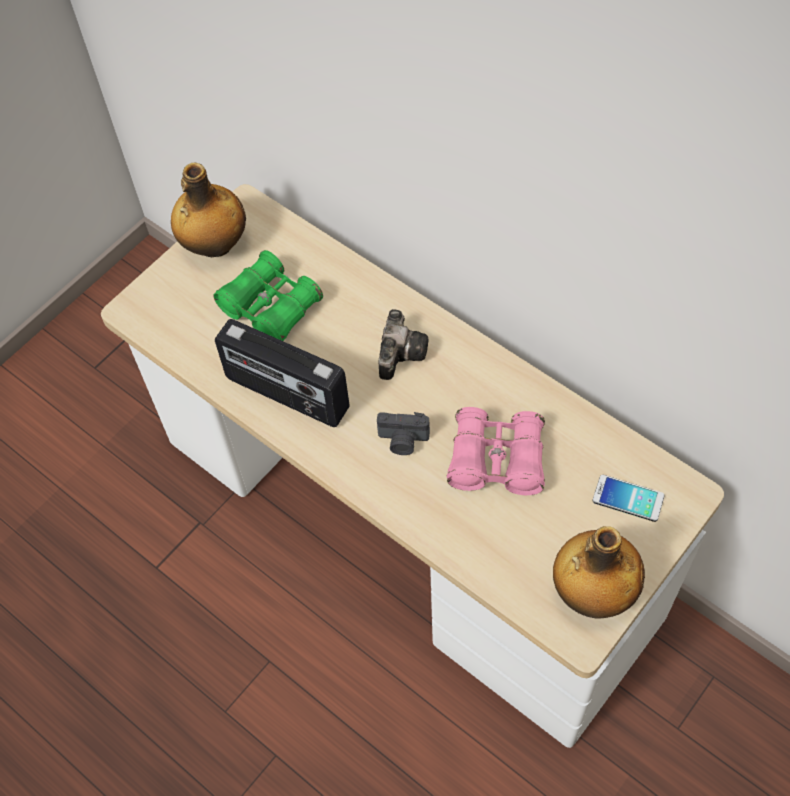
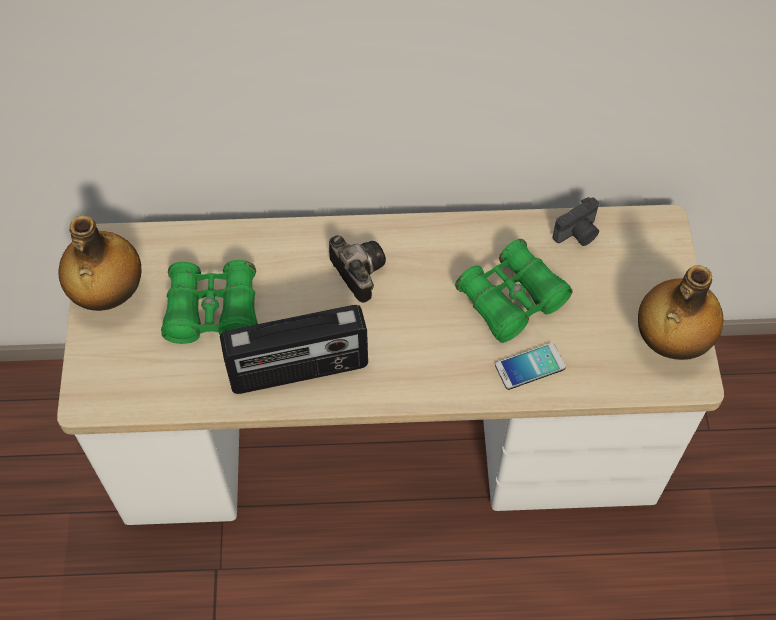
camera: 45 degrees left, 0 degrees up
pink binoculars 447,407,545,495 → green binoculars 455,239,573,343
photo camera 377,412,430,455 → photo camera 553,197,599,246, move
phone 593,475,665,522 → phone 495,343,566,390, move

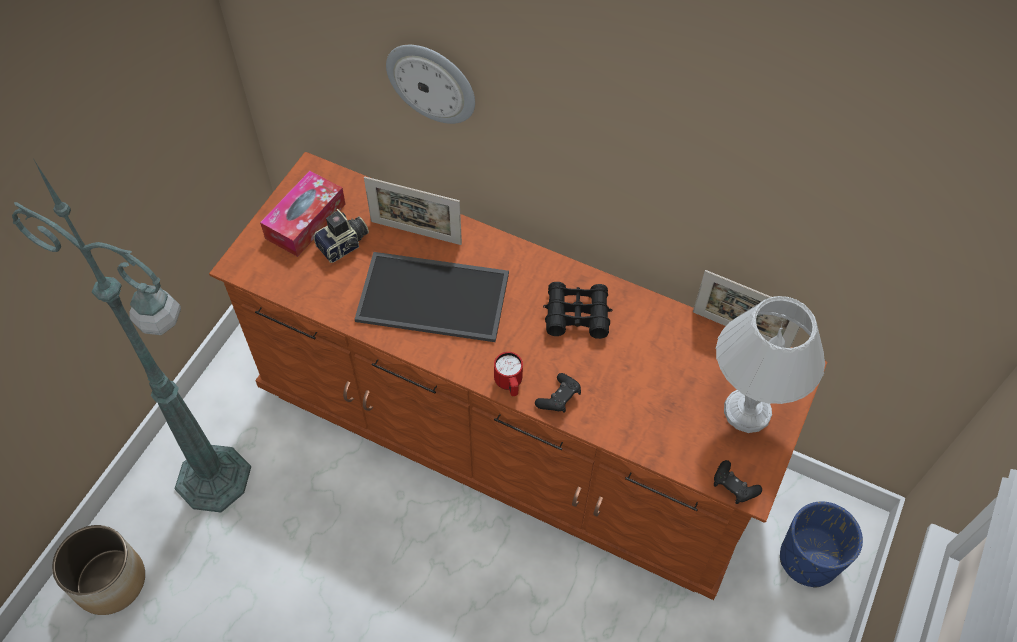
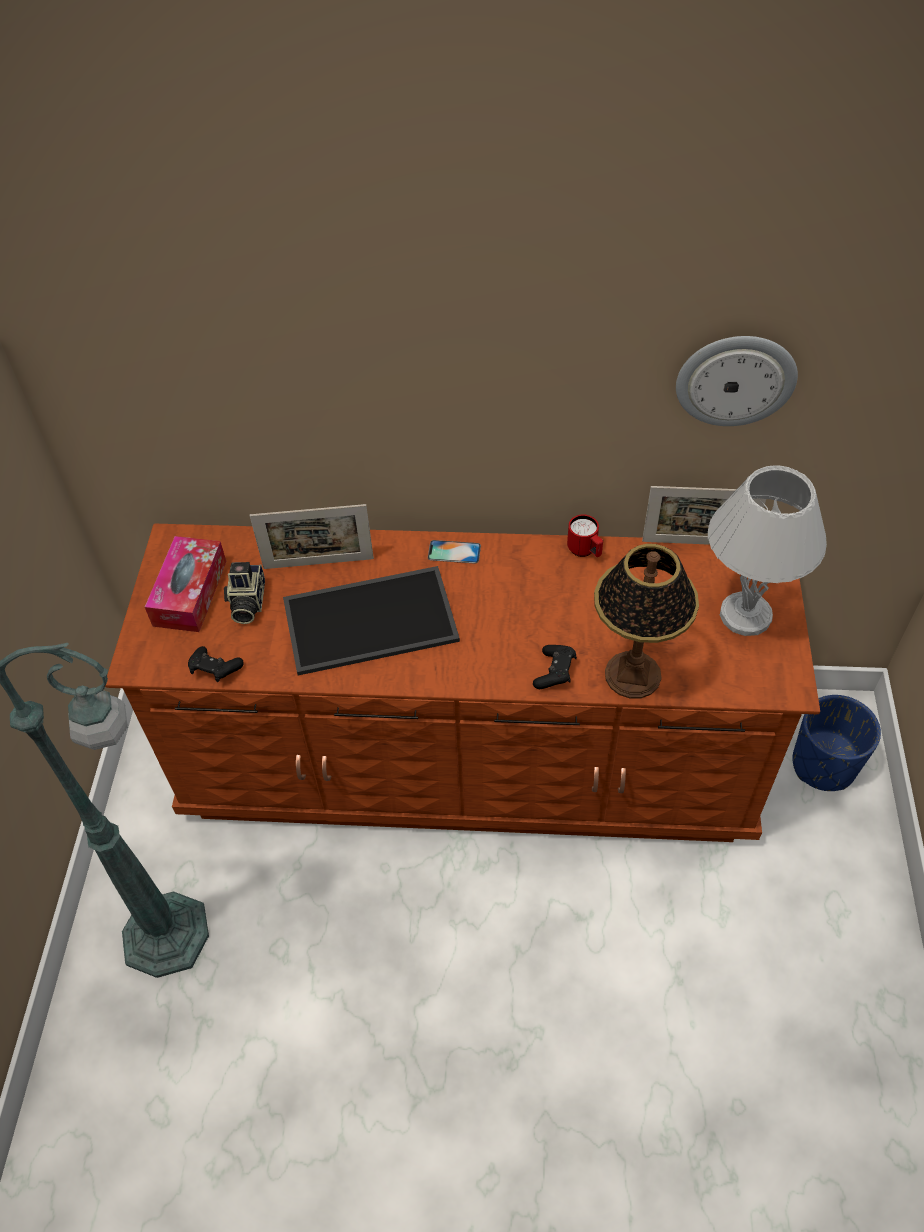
camera: 20 degrees left, 5 degrees down
wall clock 386,45,475,124 → wall clock 676,336,798,426, move
photo camera 314,209,369,263 → photo camera 224,562,265,624, 150 degrees clockwise
black binoculars 543,282,613,339 → -
red mug 494,352,523,396 → red mug 567,515,603,557, move
black game controller 714,460,762,504 → black game controller 188,646,244,682, move
planter 52,525,145,615 → -
- → phone 428,540,481,564
- → table lamp 594,544,699,699

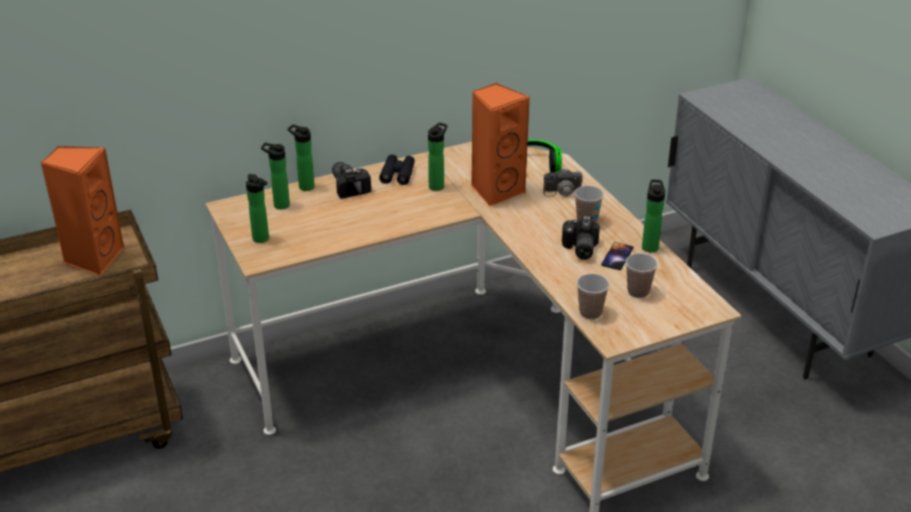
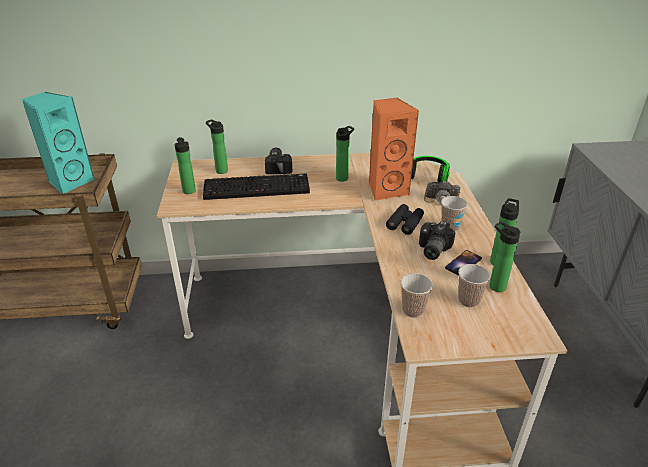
camera: 20 degrees right, 0 degrees up
bottle 288,124,315,191 → bottle 489,221,521,292, move
orange speaker 41,146,124,275 → turquoise speaker 22,91,95,193
black binoculars 379,155,415,185 → black binoculars 386,204,424,235, move
- → keyboard 203,174,310,200

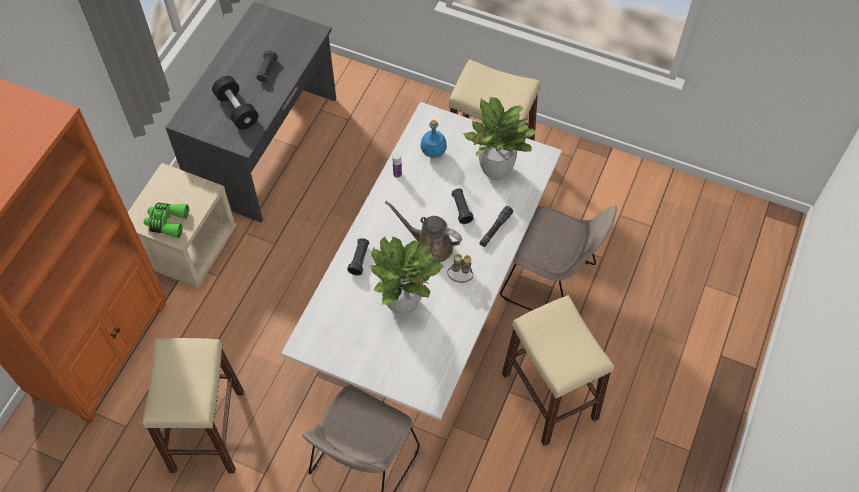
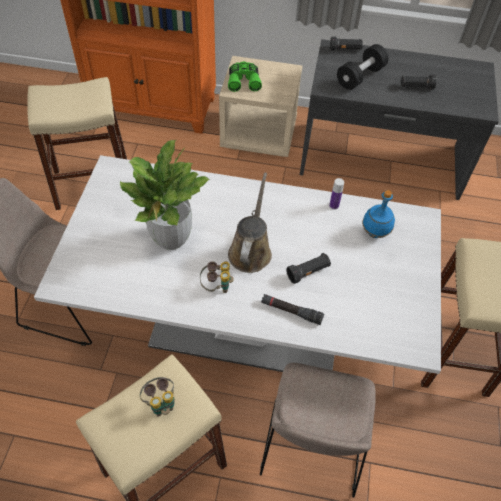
camera: 75 degrees right, 5 degrees down
potted plant 463,97,537,180 → -
black flashlight 347,238,369,276 → black flashlight 330,37,363,51, move
- → binoculars 140,377,175,417

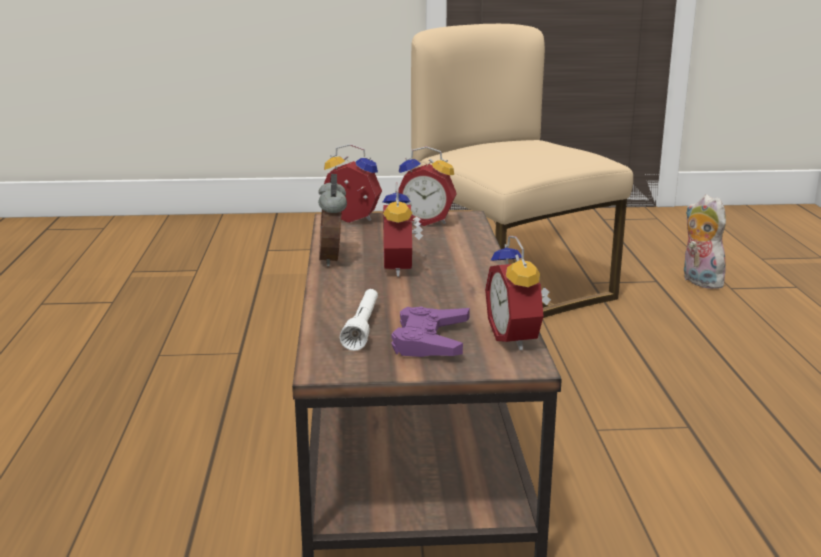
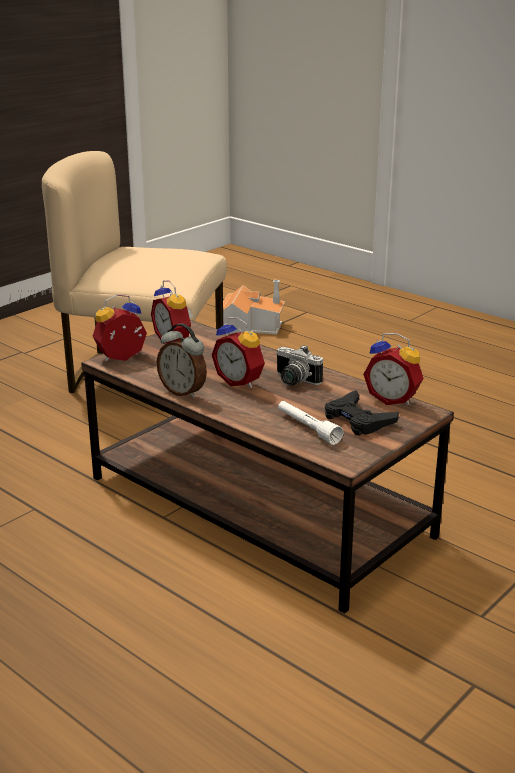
camera: 45 degrees left, 5 degrees up
alarm clock 398,146,457,226 → alarm clock 151,280,193,344, 90 degrees clockwise
plush toy 683,195,726,289 → toy house 223,280,285,334
purple game controller 391,307,470,357 → black game controller 325,390,399,436
- → photo camera 276,345,323,385

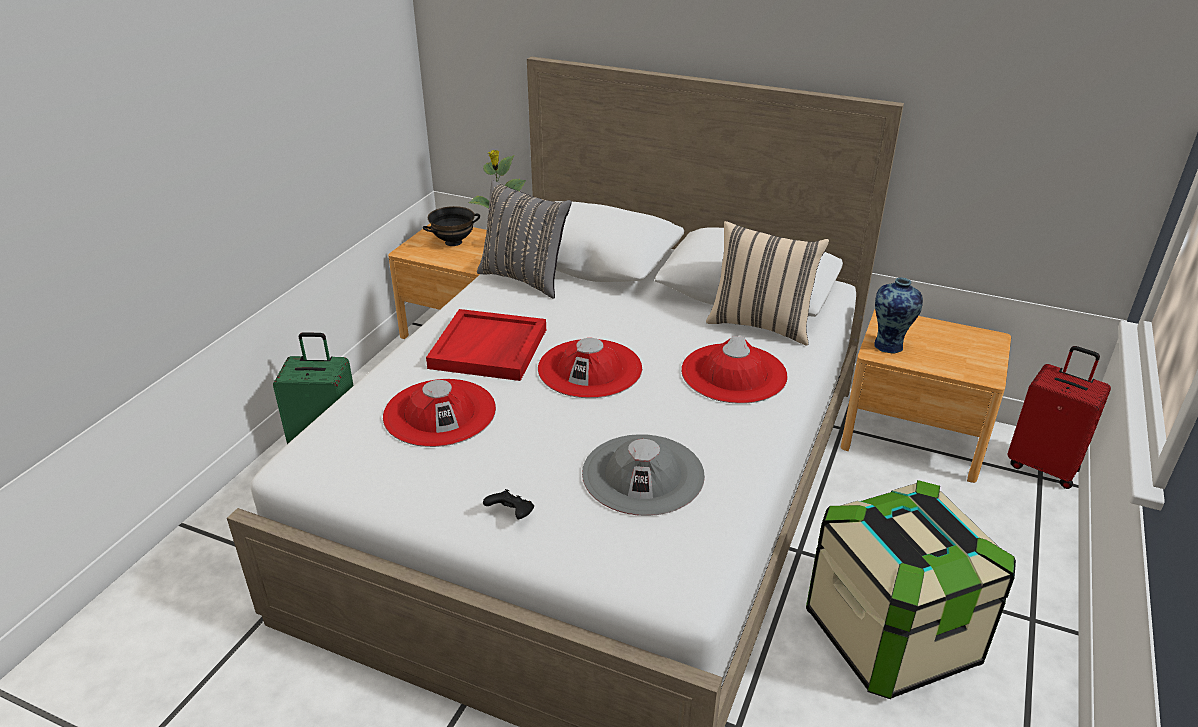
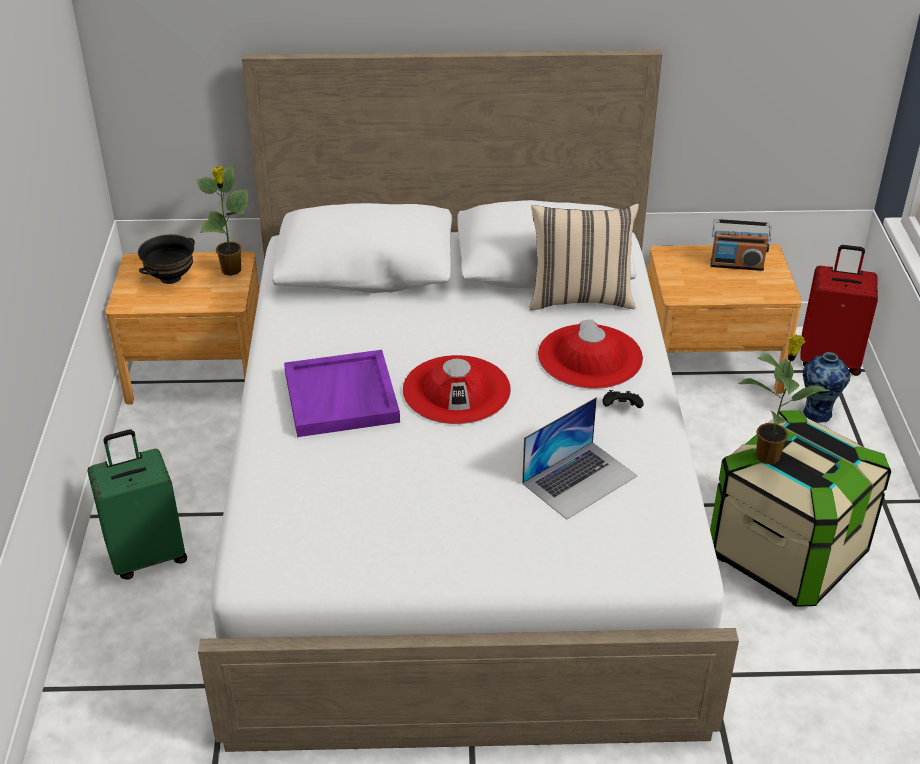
camera: 25 degrees left, 5 degrees up
grey pillow 477,180,572,299 → -
vase 875,277,923,354 → vase 803,352,851,423, move
red tray 426,309,546,381 → purple tray 284,350,400,437
red hat 383,379,496,447 → -
grey hat 582,434,705,516 → laptop 522,397,638,519
black game controller 483,489,534,520 → black game controller 602,390,644,408, move
- → radio 710,219,772,271
- → potted plant 738,334,831,464

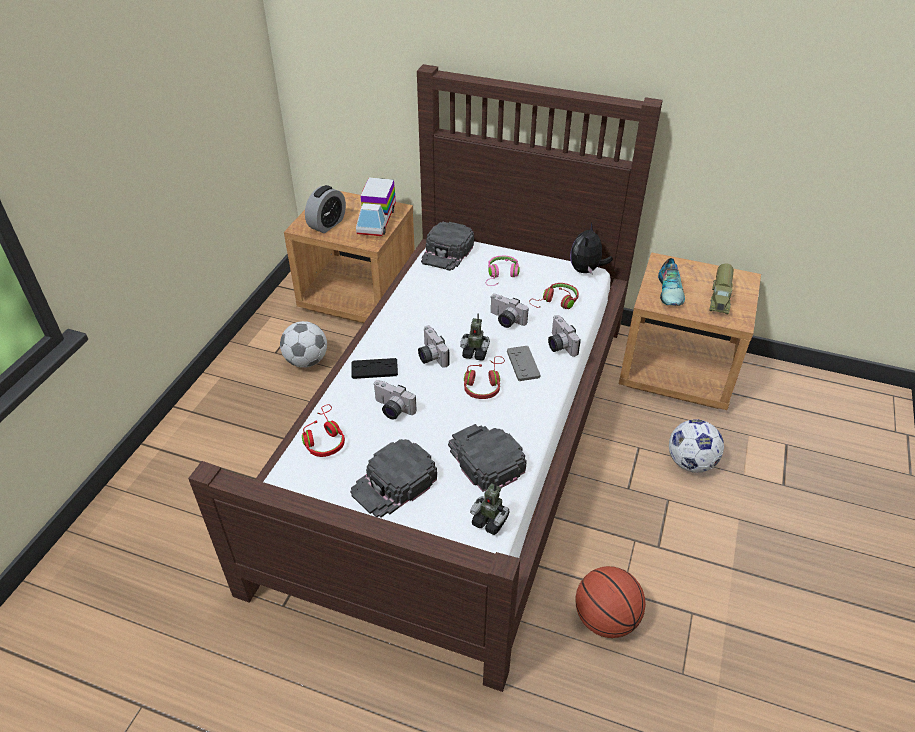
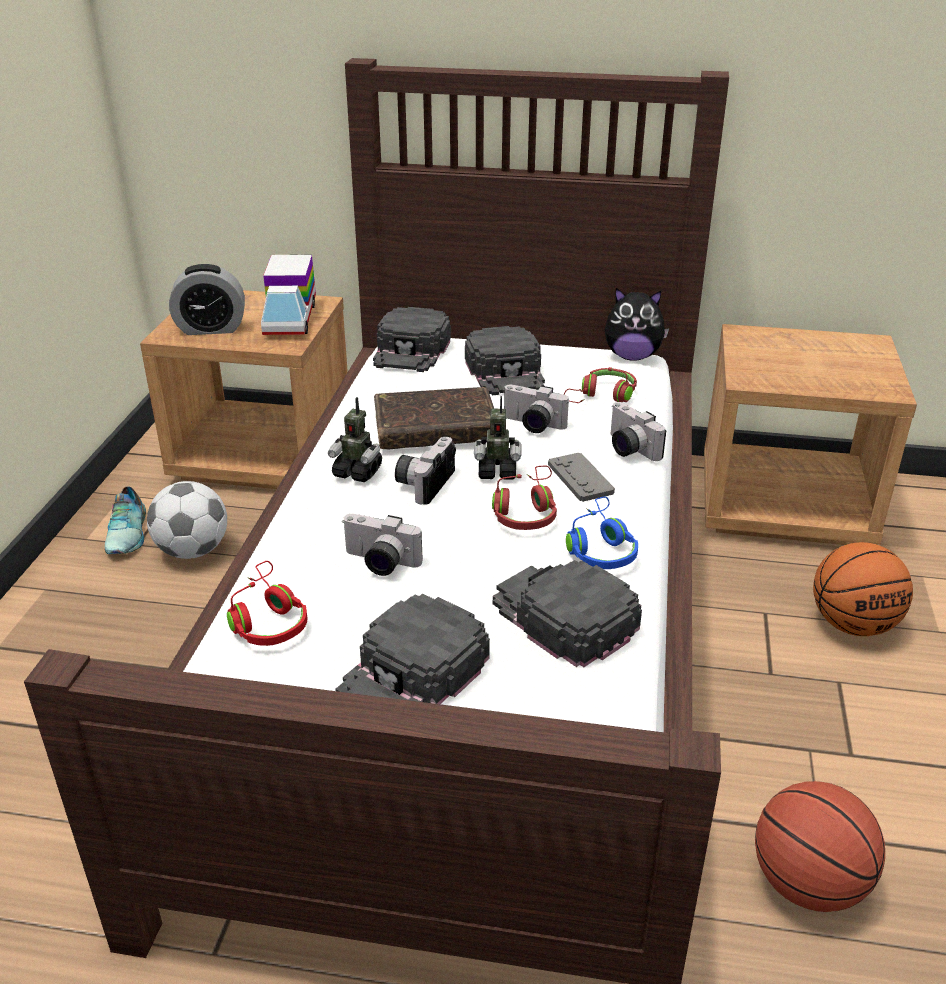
camera: 10 degrees left, 10 degrees down
alarm clock 305,185,346,233 → alarm clock 169,264,245,335, 60 degrees clockwise
plush toy 570,222,613,274 → plush toy 605,288,669,361, 90 degrees counterclockwise
pink headphones 486,256,520,286 → black cap 465,326,545,395
shoe 658,258,685,306 → shoe 105,486,146,554, move
toy truck 709,263,734,314 → -
photo camera 418,326,449,368 → photo camera 395,437,456,505, 60 degrees clockwise
black game controller 351,358,398,379 → -
football 669,419,724,473 → basketball 813,542,913,636
toy robot 470,481,509,535 → toy robot 328,397,382,482, move
- → brown book 374,387,494,449
- → blue headphones 566,496,638,569

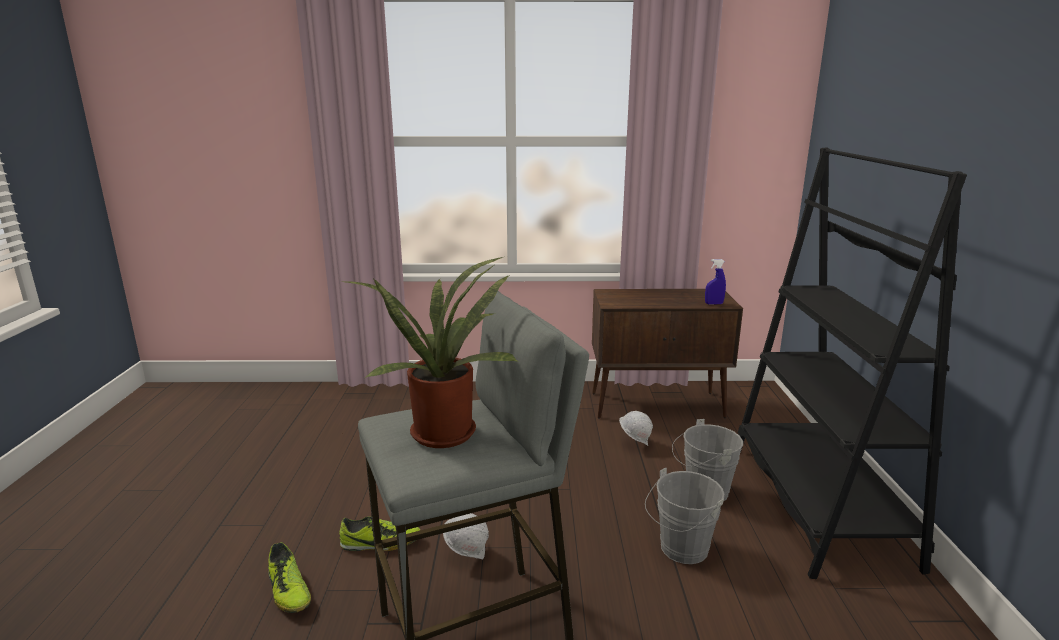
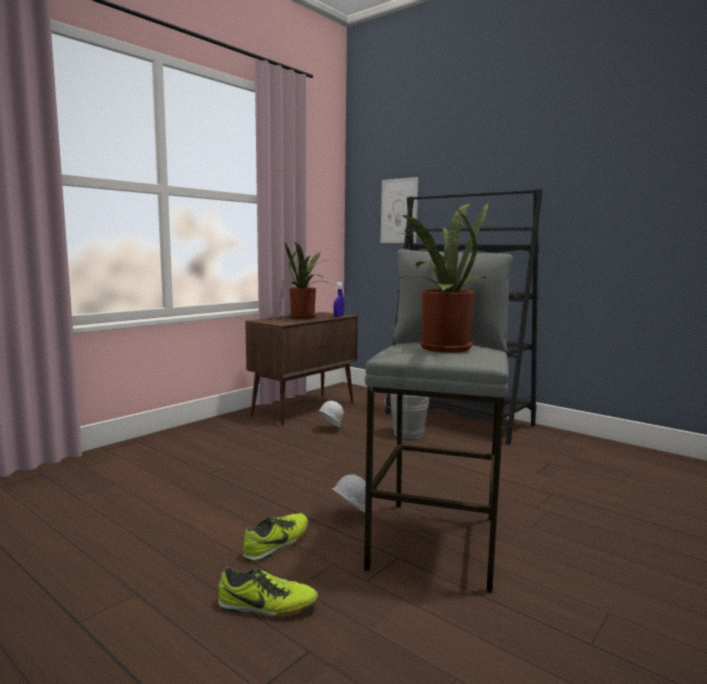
camera: 50 degrees left, 10 degrees down
grey bucket 645,467,725,564 → -
- → picture 381,177,418,243
- → potted plant 283,242,328,319

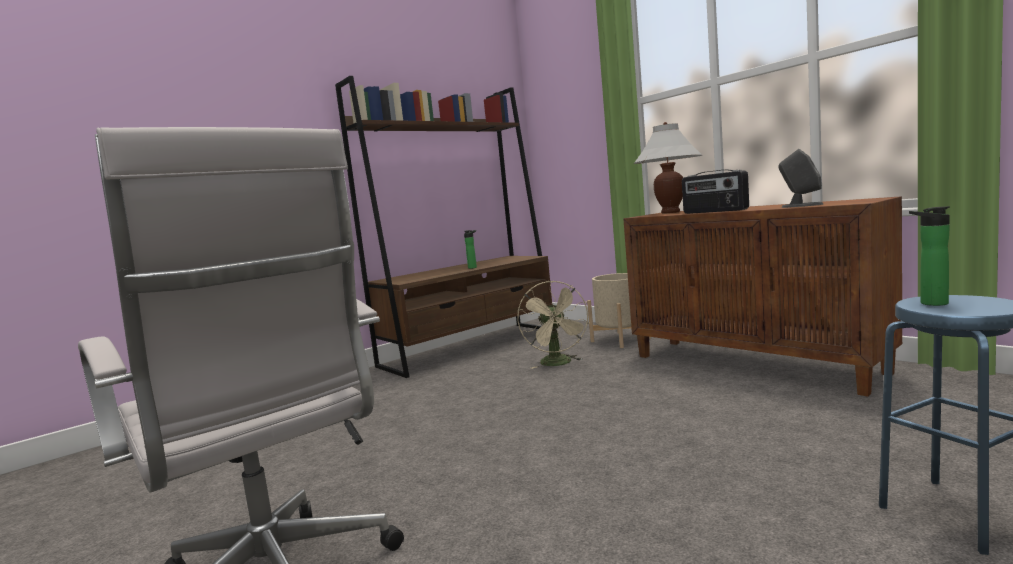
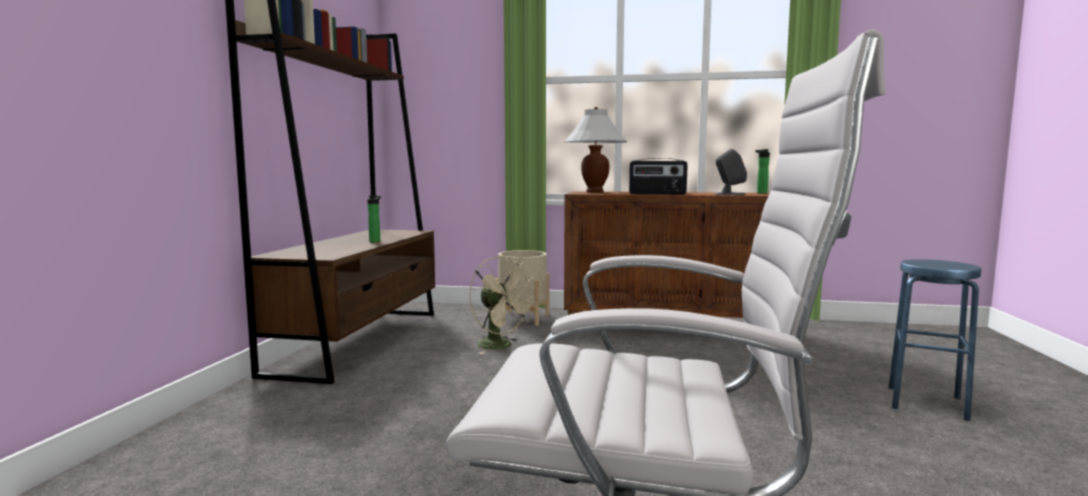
camera: 40 degrees left, 0 degrees up
bottle 909,206,950,306 → bottle 755,149,770,194, move

